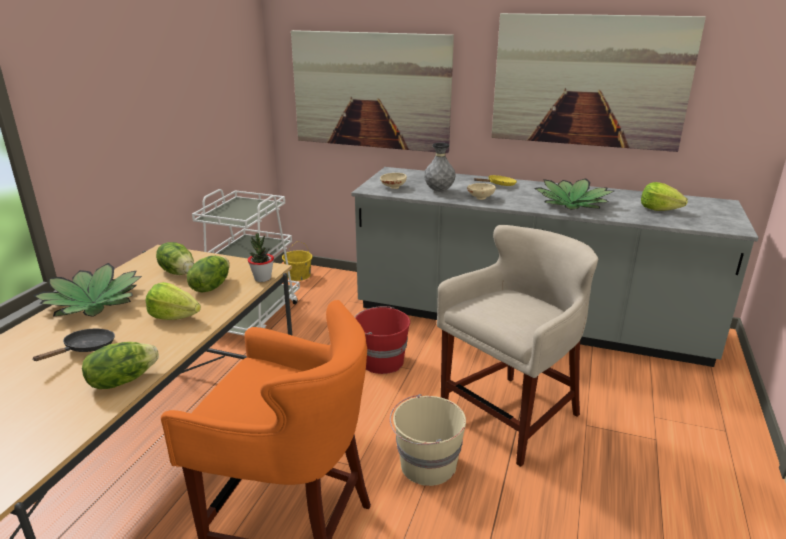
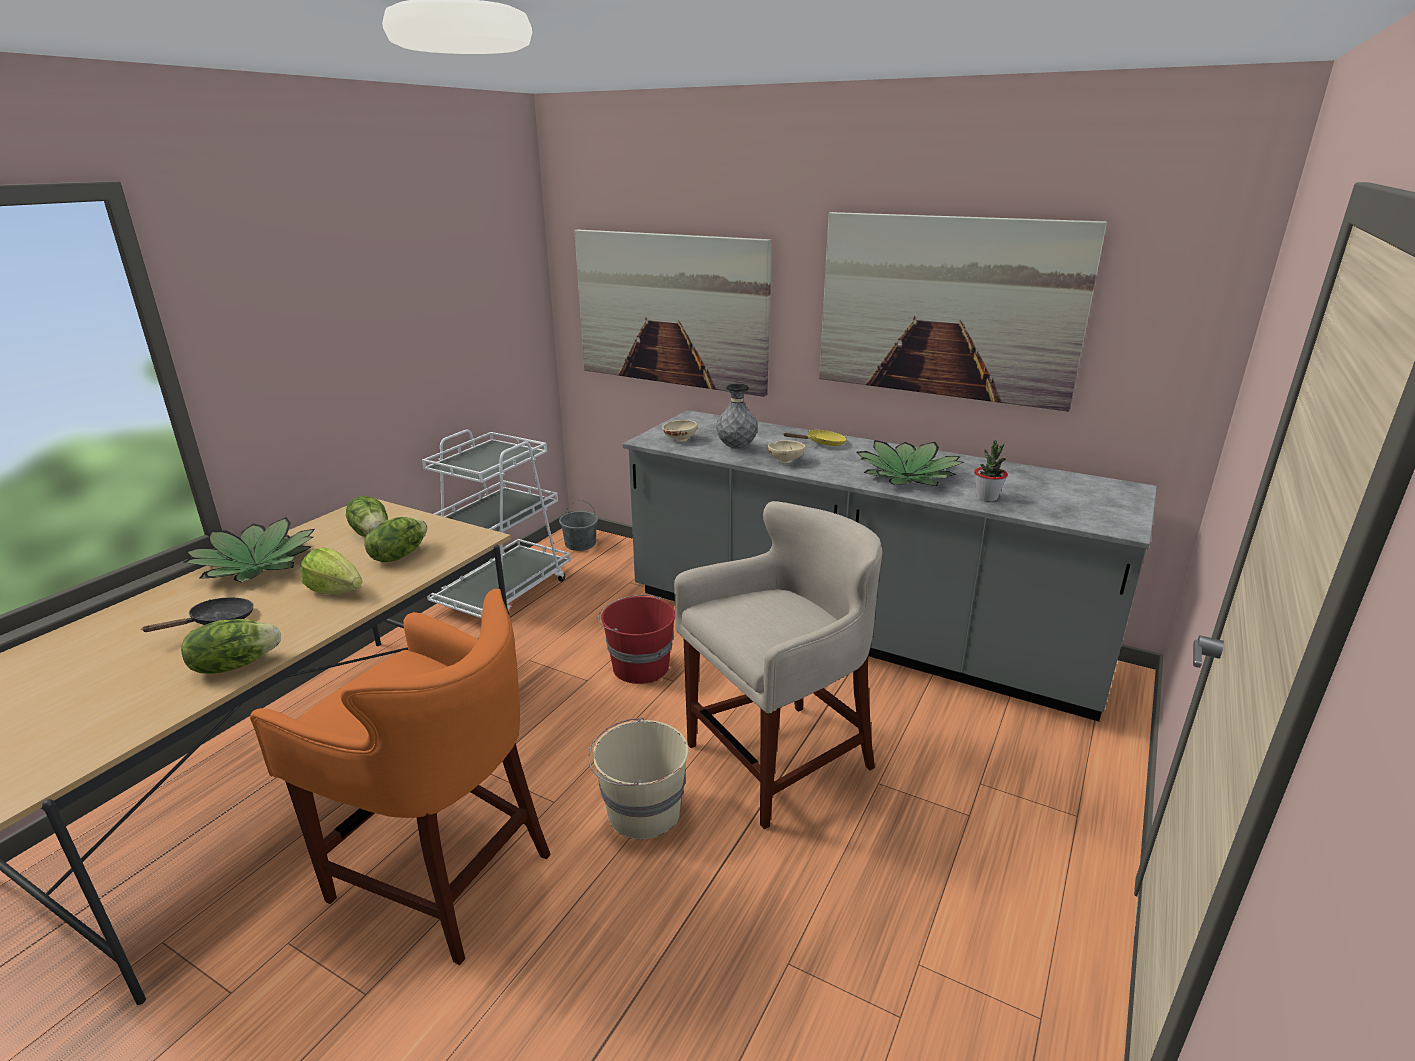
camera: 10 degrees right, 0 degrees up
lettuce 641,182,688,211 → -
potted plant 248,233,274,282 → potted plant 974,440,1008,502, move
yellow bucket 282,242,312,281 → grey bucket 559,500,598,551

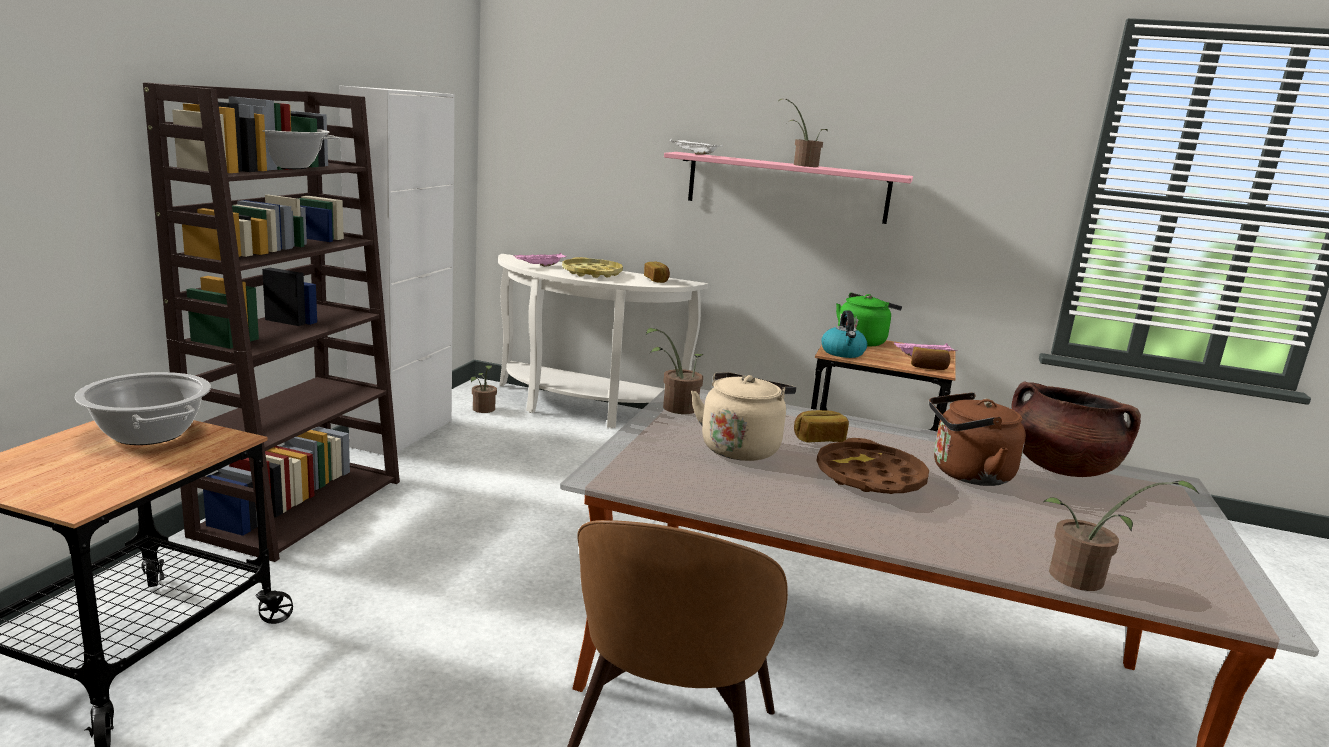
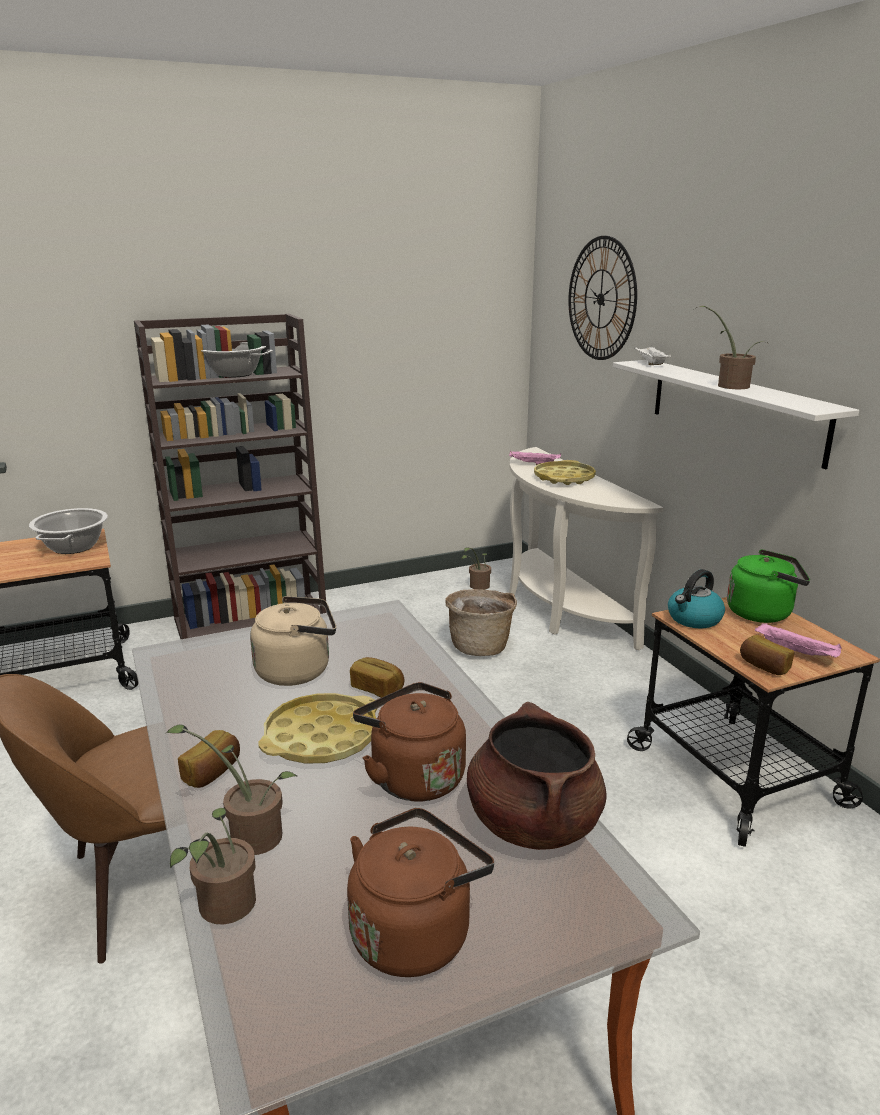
camera: 50 degrees right, 5 degrees up
white cabinet 339,85,455,455 → -
pink shelf 664,152,913,224 → white shelf 613,360,859,469
bread 644,262,670,283 → bread 178,730,240,788, move
potted plant 646,328,703,414 → potted plant 165,725,297,855, move
brown tray 817,438,929,494 → yellow tray 258,693,378,764
- → wall clock 568,236,637,360
- → basket 445,589,517,656
- → brown kettle 347,808,494,977

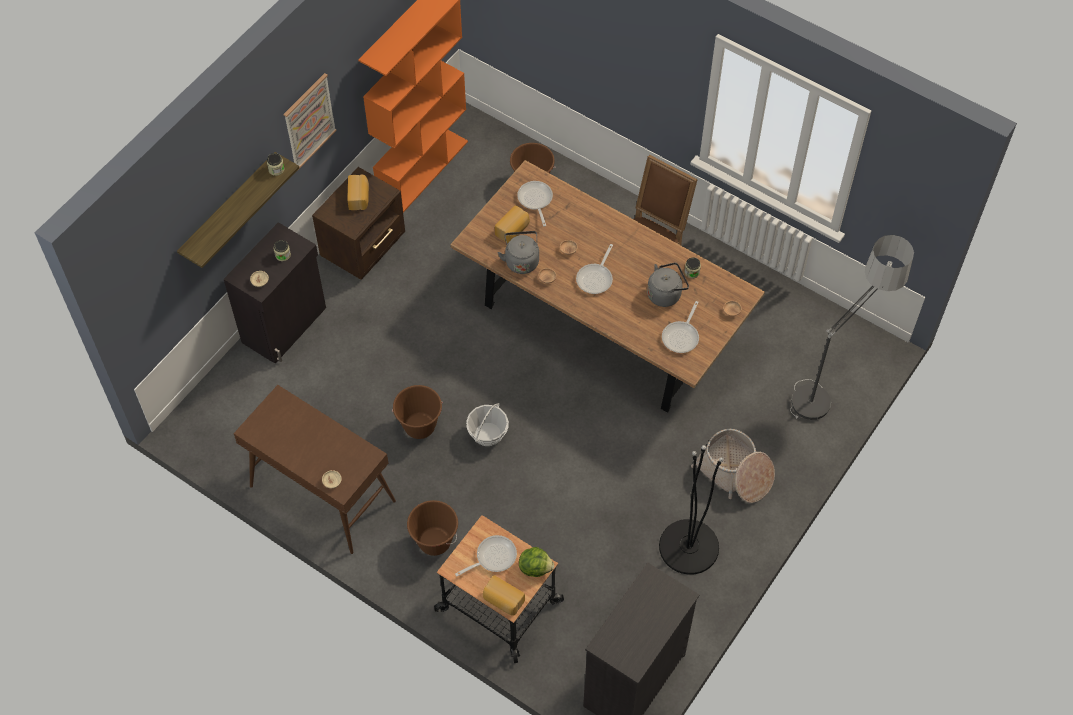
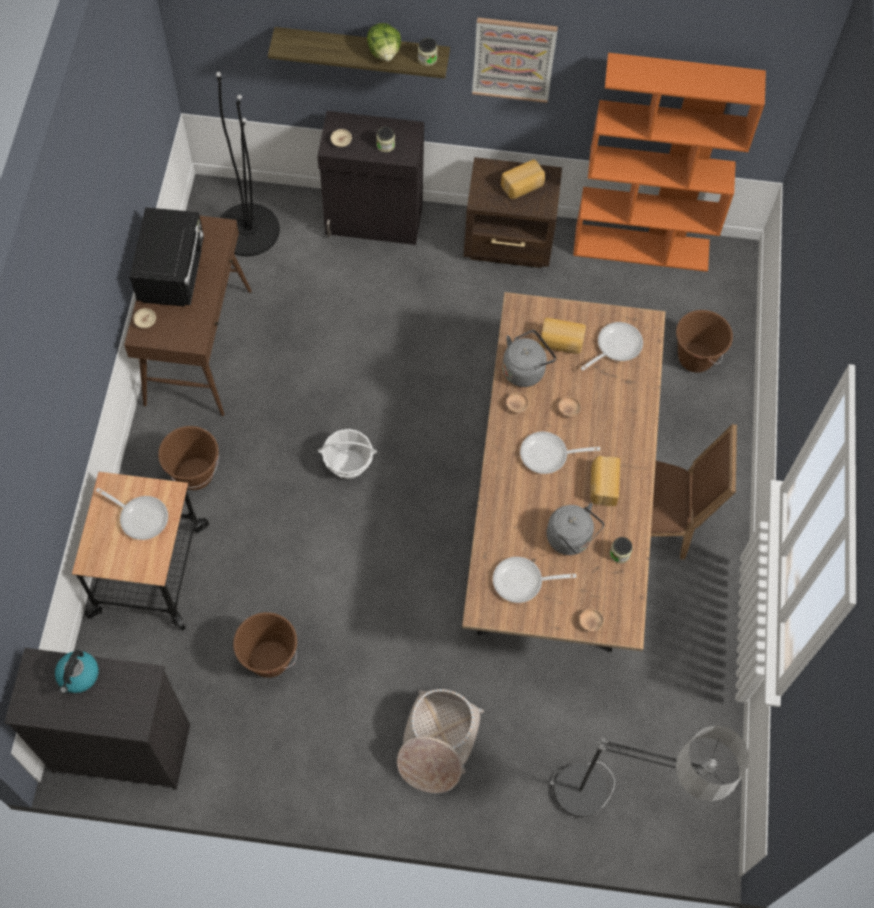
camera: 60 degrees right, 5 degrees up
brown bucket 392,385,443,439 → brown bucket 233,612,297,678, move
black floor lamp 659,445,724,575 → black floor lamp 216,72,280,256, move
lettuce 519,547,554,577 → lettuce 367,23,401,61, move
bread 483,575,525,616 → bread 590,456,620,506, move
- → black microwave 130,207,204,306
- → kettle 55,650,99,694

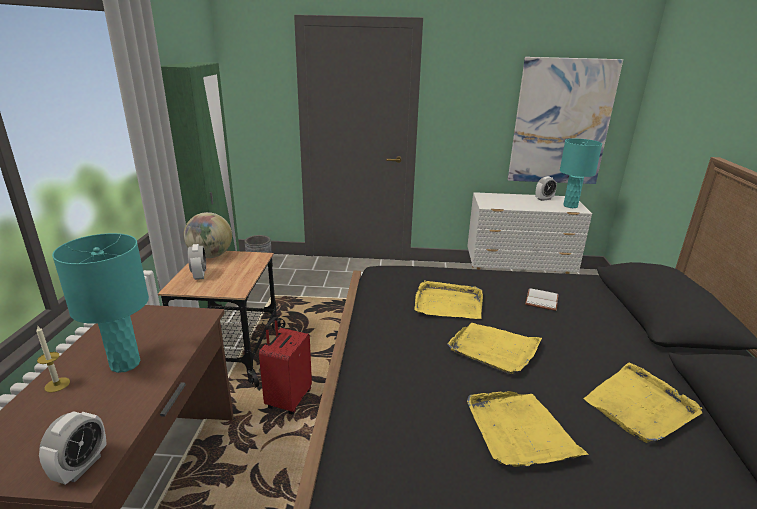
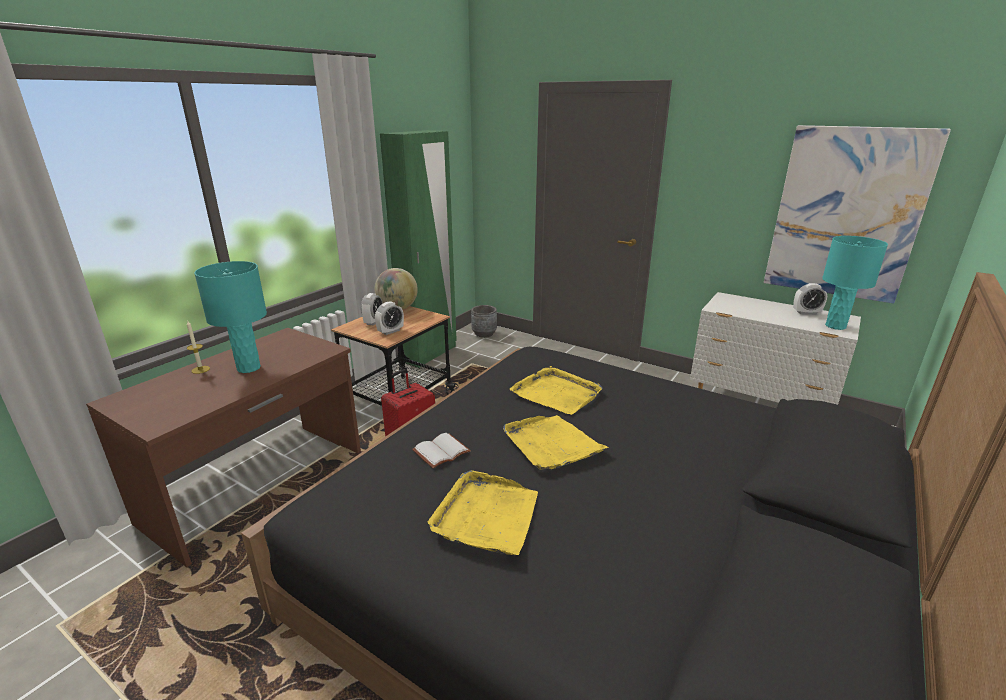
camera: 30 degrees right, 0 degrees up
white book 525,288,558,311 → white book 412,433,471,468, move
yellow tray 583,362,703,443 → -
alarm clock 39,411,107,485 → alarm clock 375,301,404,335, move

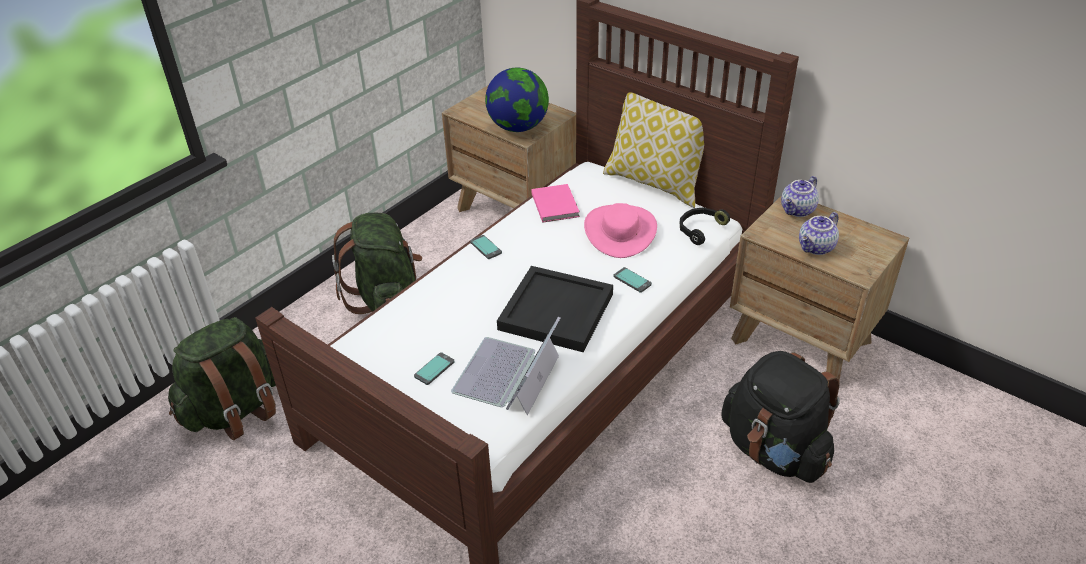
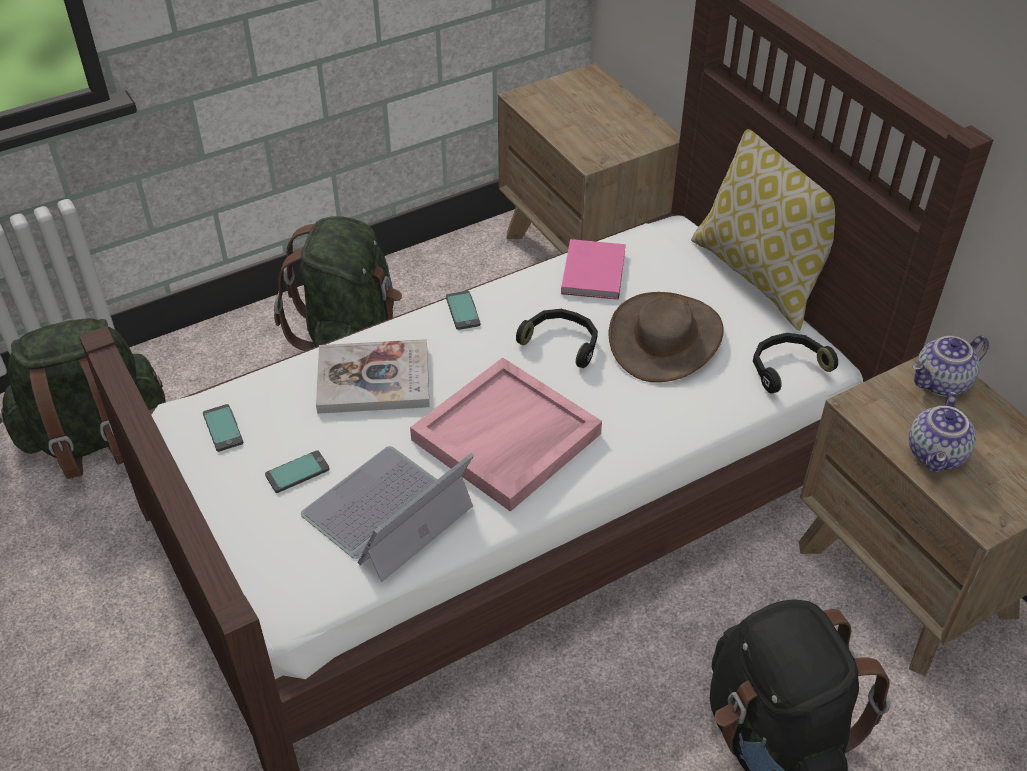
camera: 20 degrees right, 5 degrees up
globe 485,68,549,132 → -
pink hat 584,203,657,258 → brown hat 608,292,724,382
teapot 799,212,839,255 → teapot 909,392,976,472, 45 degrees counterclockwise
black tray 497,266,613,353 → pink tray 410,358,602,512
phone 613,267,652,293 → phone 203,404,243,452, move
- → black headphones 516,309,598,368
- → book 316,339,430,414

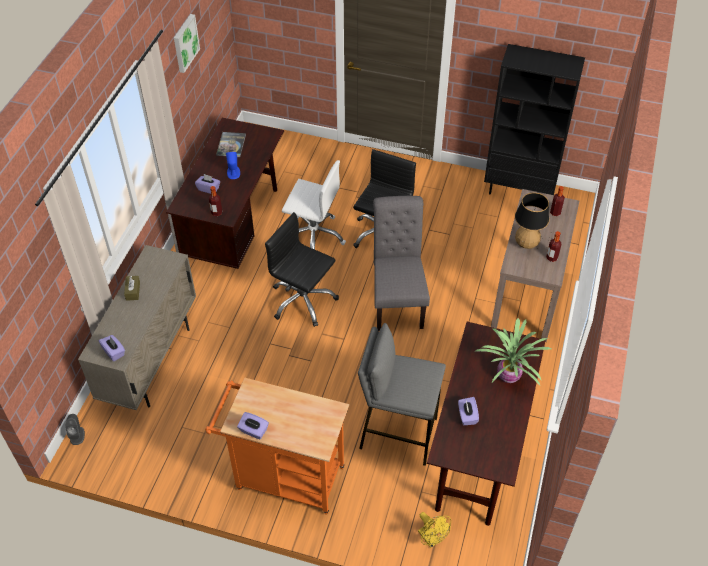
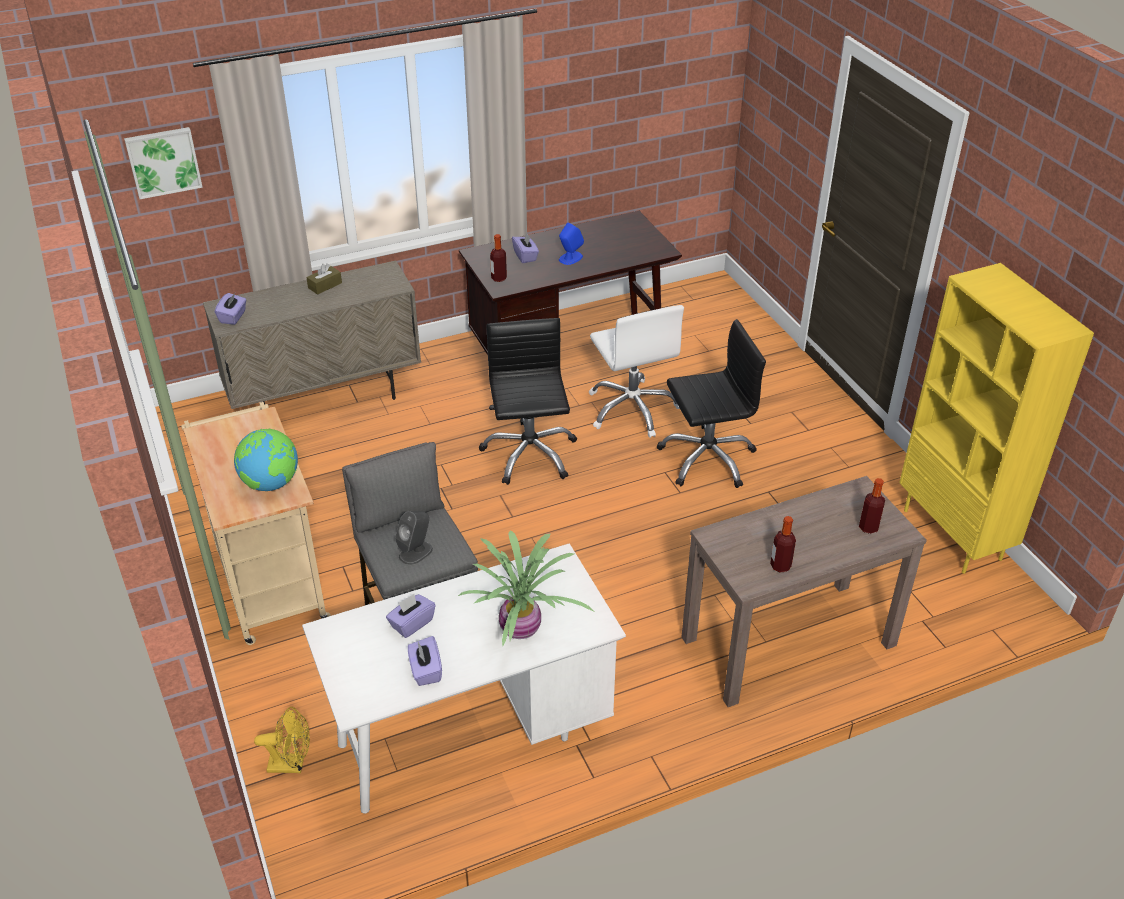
camera: 50 degrees right, 10 degrees down
picture 174,14,200,73 → picture 124,127,203,199, move
black bookcase 484,44,585,195 → yellow bookcase 899,263,1094,574
book 216,132,246,157 → -
table lamp 515,192,555,249 → -
grey chair 373,196,430,331 → -
brown desk 427,322,546,526 → white desk 302,543,626,814
orange cart 205,377,349,514 → beige cart 181,402,331,645
purple tissue box 237,412,269,439 → purple tissue box 408,636,442,686, move
grey speaker 65,414,85,445 → grey speaker 395,511,433,565, move
yellow fan 418,512,451,548 → yellow fan 254,707,310,773, 105 degrees counterclockwise
- → globe 234,429,298,491

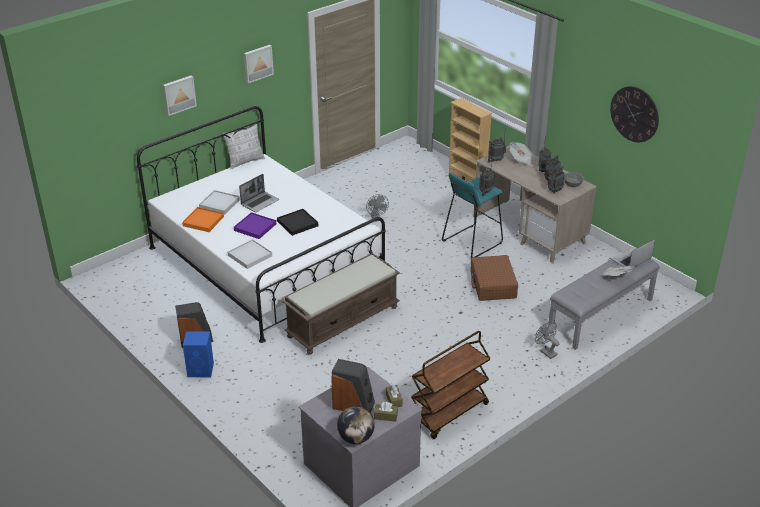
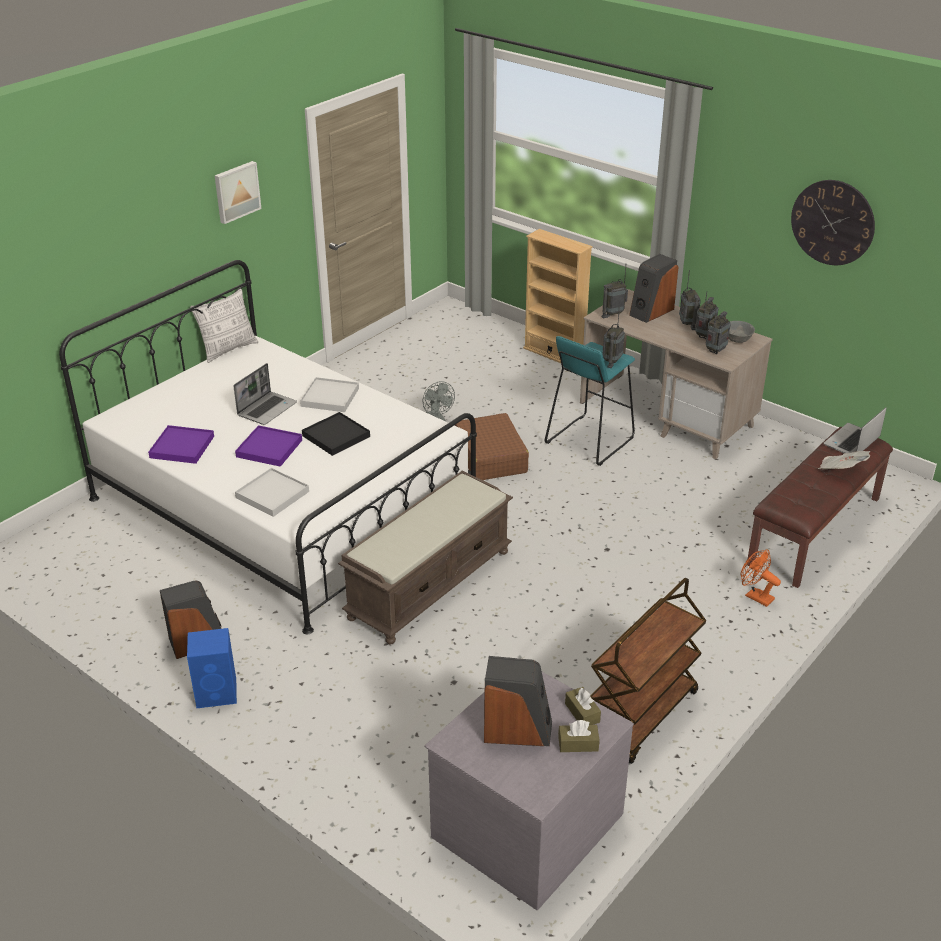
camera: 10 degrees left, 0 degrees up
picture 163,76,197,116 → -
newspaper 510,142,535,166 → speaker 629,254,678,323
white tray 199,190,240,214 → white tray 300,377,359,412, move
orange tray 182,207,224,232 → purple tray 148,425,214,464
grey bench 548,250,660,350 → brown bench 748,427,893,588
brown suitcase 471,255,518,301 → brown suitcase 455,413,529,480, move
grey fan 535,322,559,359 → orange fan 741,549,781,607
globe 337,406,375,444 → -

